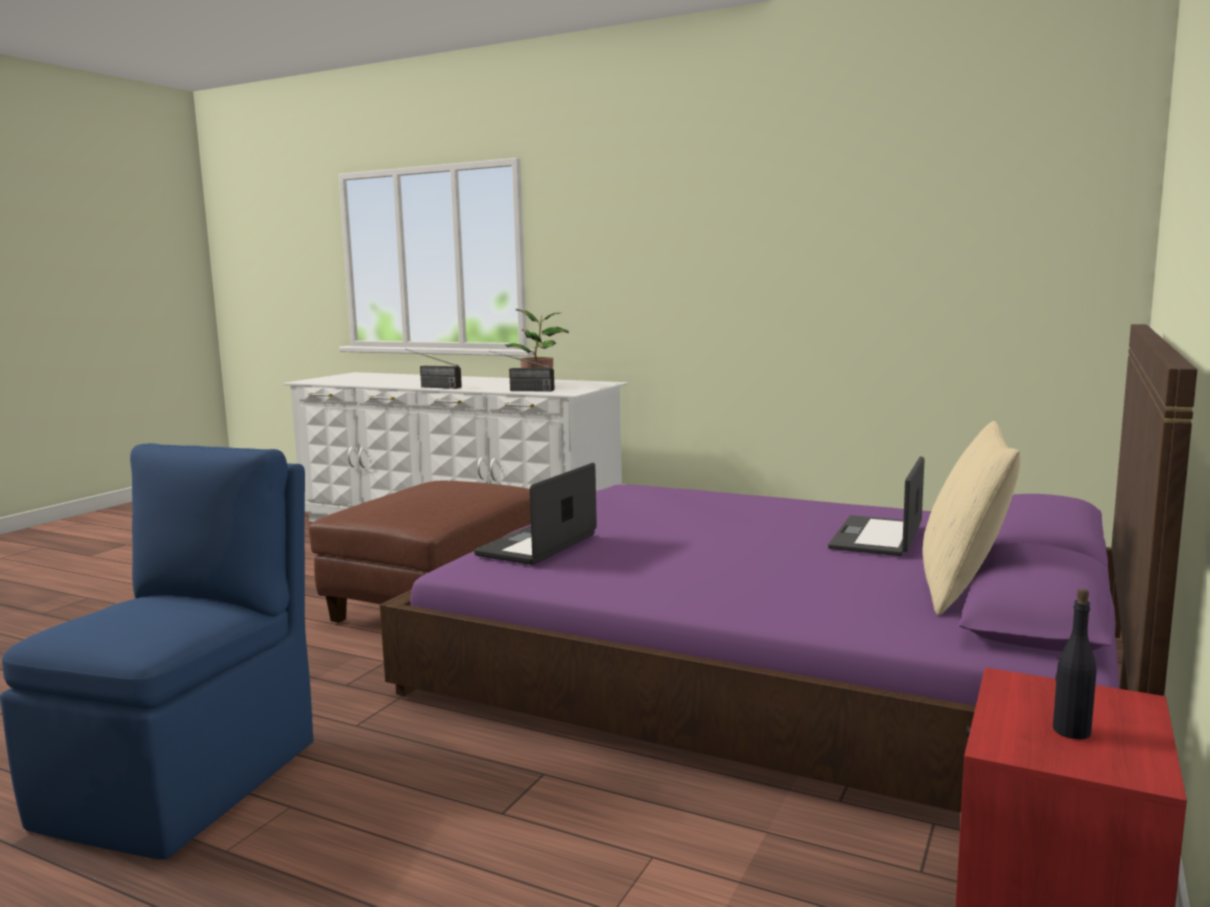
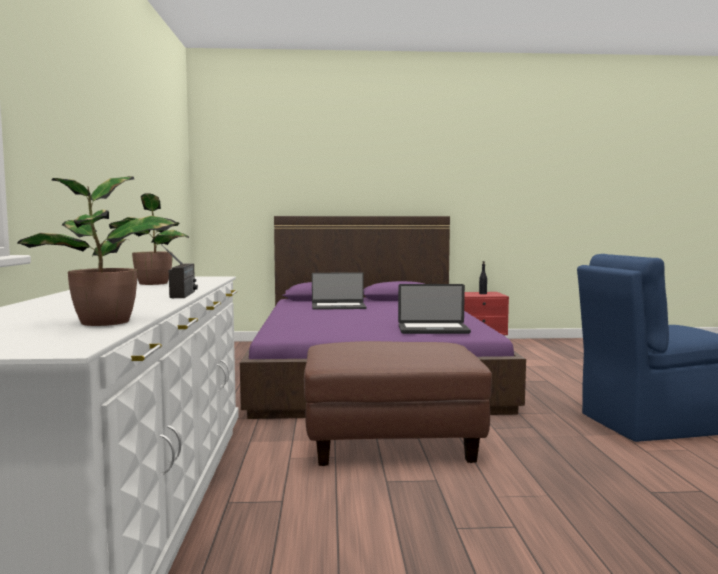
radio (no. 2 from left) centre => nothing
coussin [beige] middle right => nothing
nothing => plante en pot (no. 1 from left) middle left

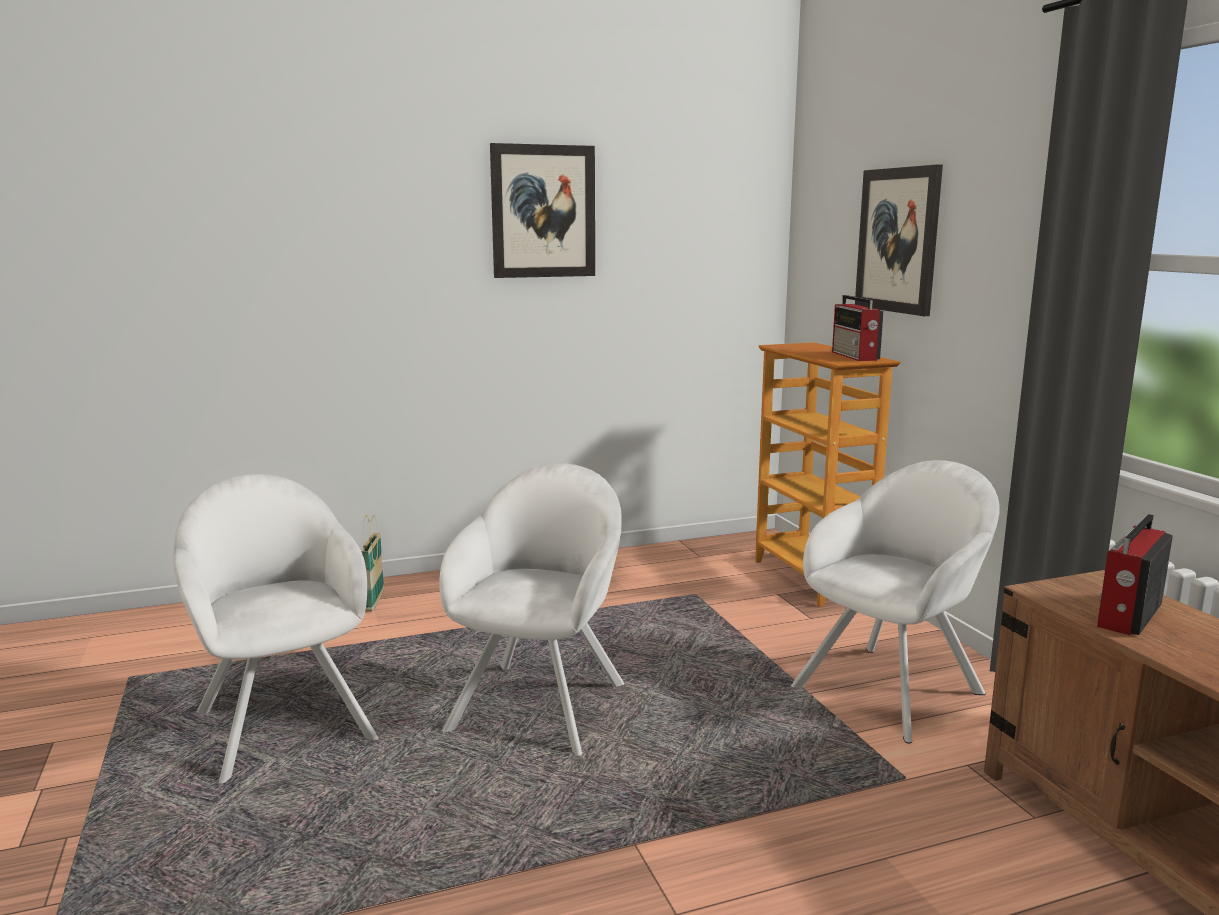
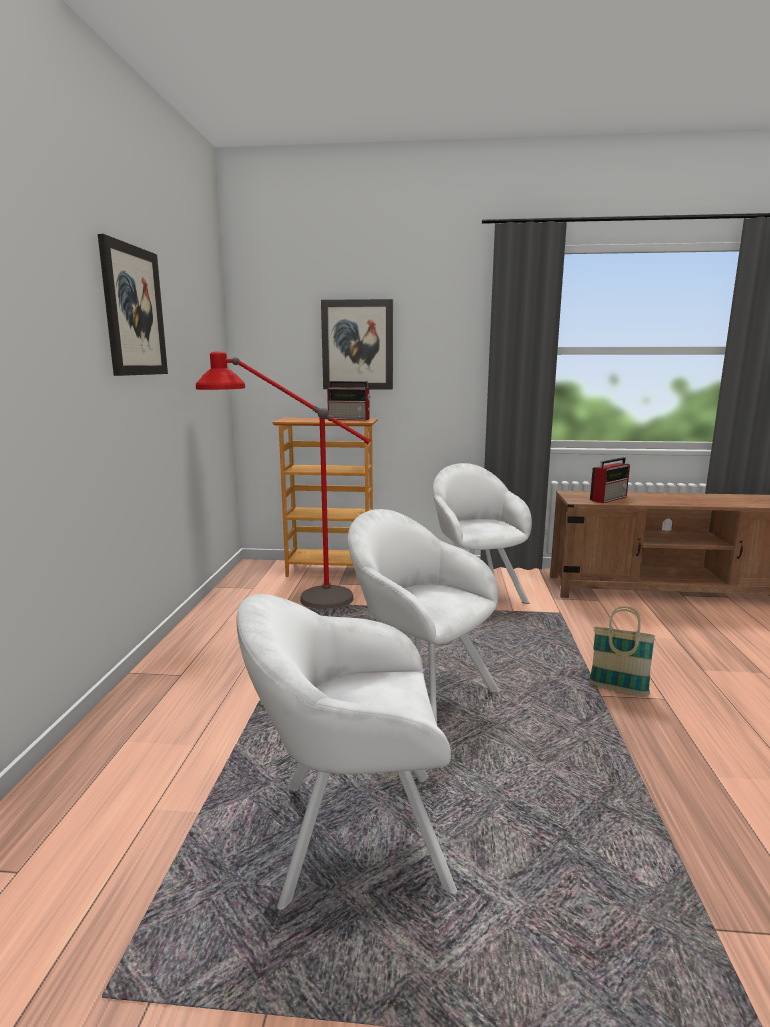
nothing => lampadaire [rouge] centre
panier middle left => panier middle right, shifted
radio (no. 2 from left) middle right, 105 degrees counterclockwise

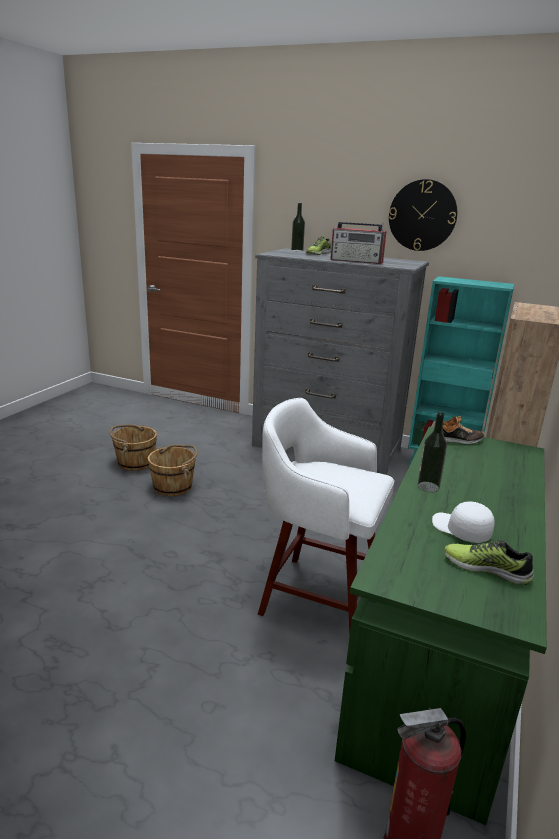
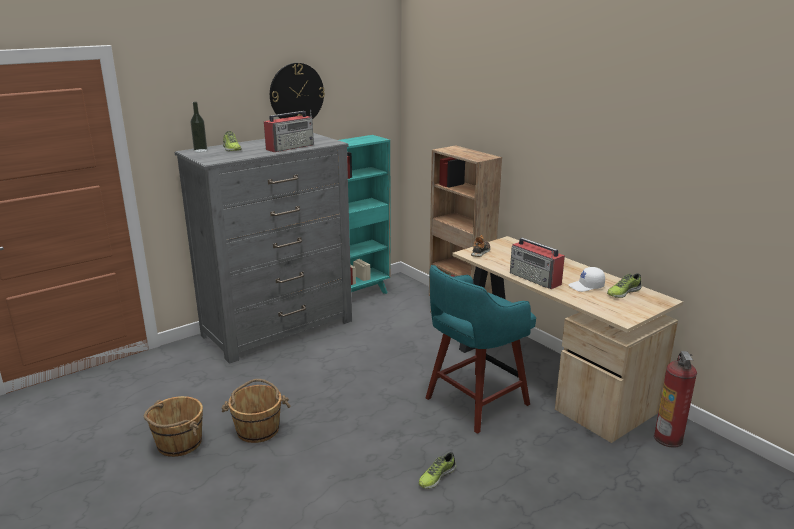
nothing => chaussure (no. 2 from left) bottom centre
bouteille (no. 2 from left) middle right => radio (no. 2 from left) middle right
tabouret [blanc] centre => tabouret [turquoise] centre
bureau [vert] bottom right => bureau [beige] middle right

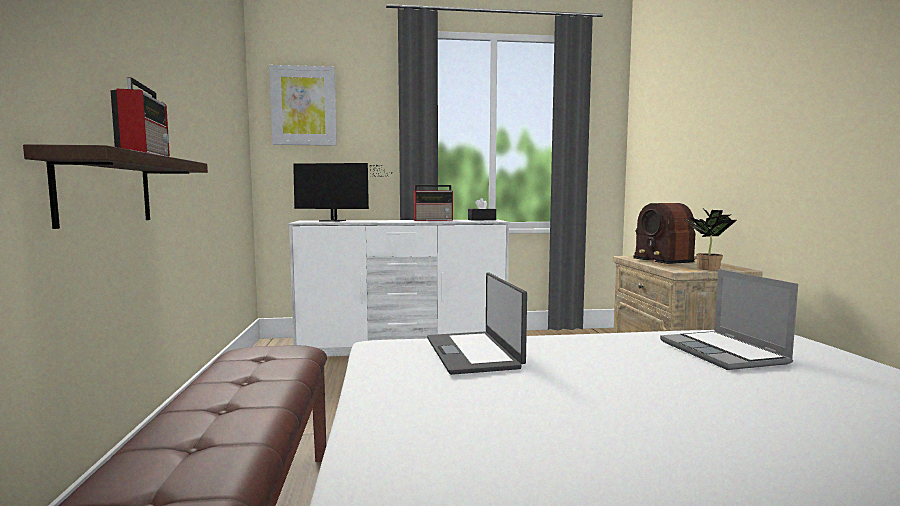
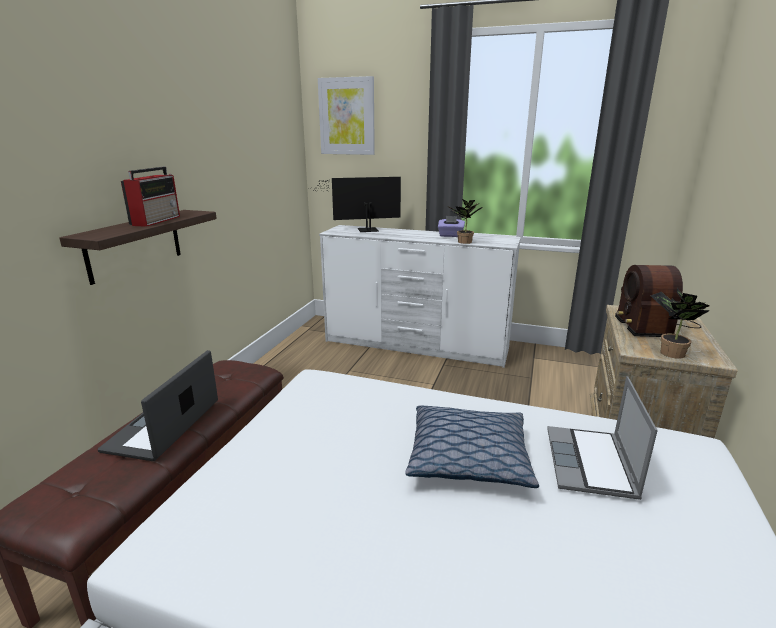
boîte à mouchoirs [noir] centre => nothing
nothing => coussin bottom centre
nothing => plante en pot (no. 1 from left) centre
ordinateur portable (no. 1 from left) centre => ordinateur portable (no. 1 from left) middle left, shifted
radio (no. 2 from left) centre => boîte à mouchoirs [violet] centre
écran d'ordinateur centre => écran d'ordinateur top centre, 135 degrees clockwise

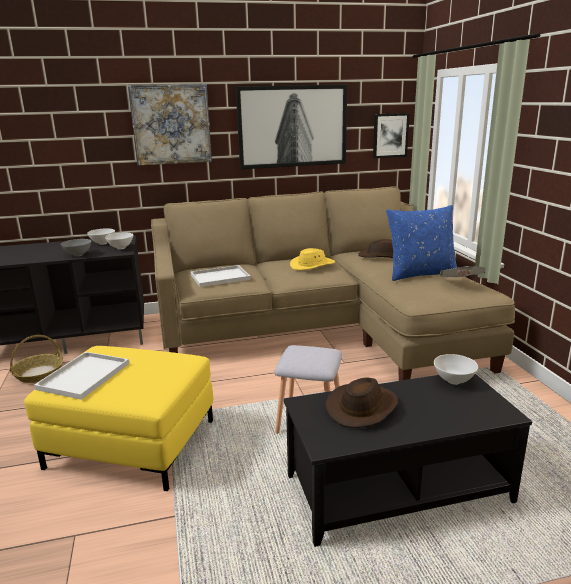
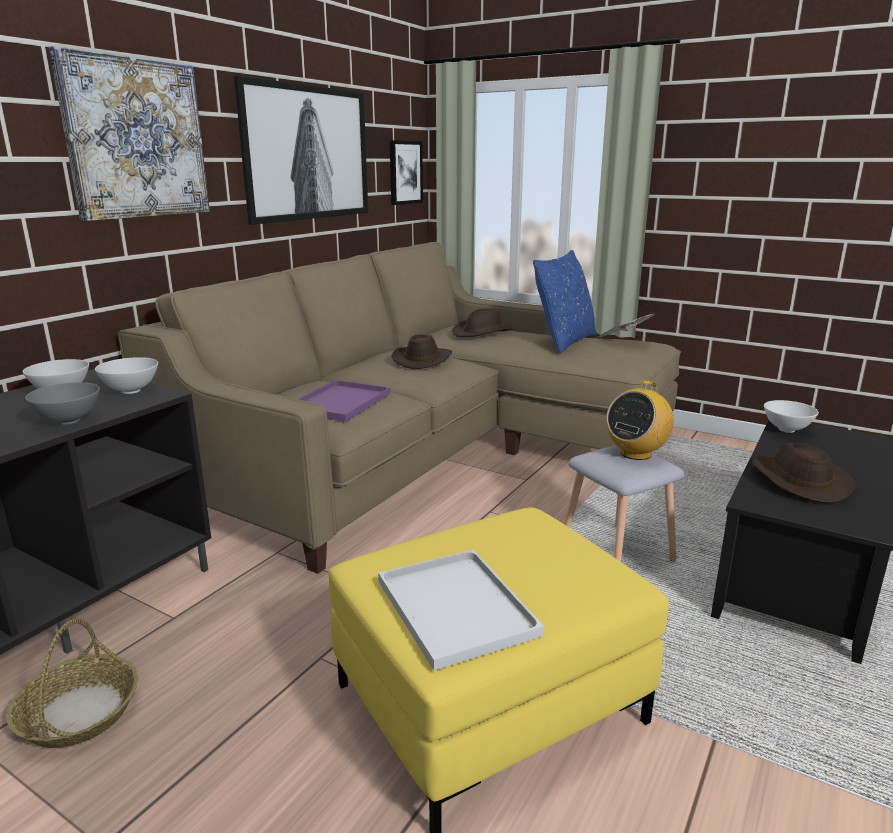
nothing => radio middle right
plateau [blanc] (no. 2 from left) centre => plateau [violet] centre
chapeau [jaune] centre => chapeau [marron] (no. 1 from left) centre

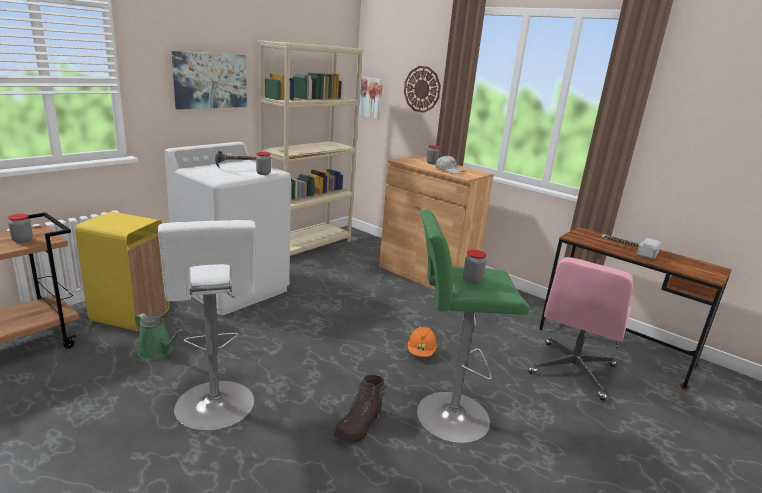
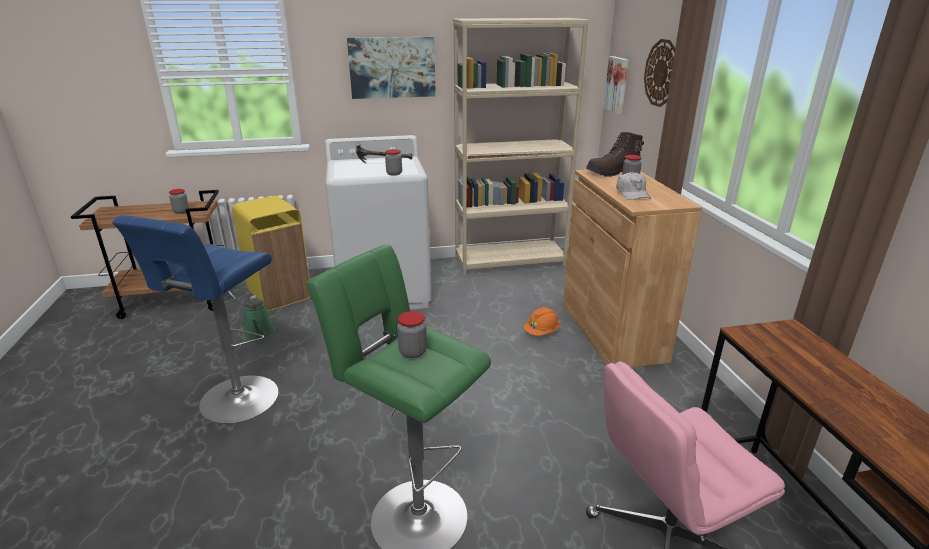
marteau (no. 2 from left) middle right => nothing
botte [marron] bottom centre => botte [marron] top centre, shifted
casque de chantier [orange] bottom centre => casque de chantier [orange] centre, shifted
tabouret [blanc] middle left => tabouret [bleu] middle left

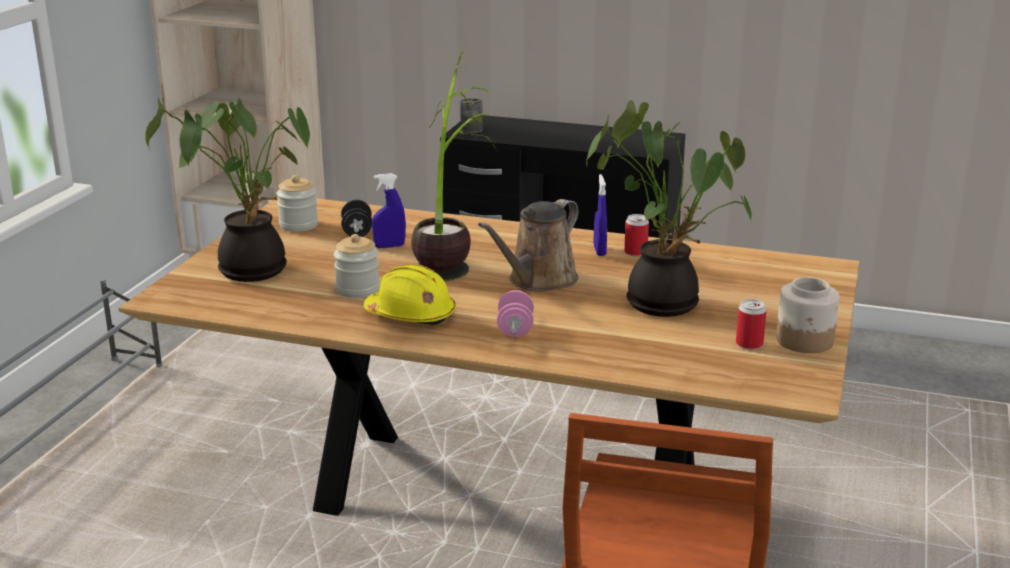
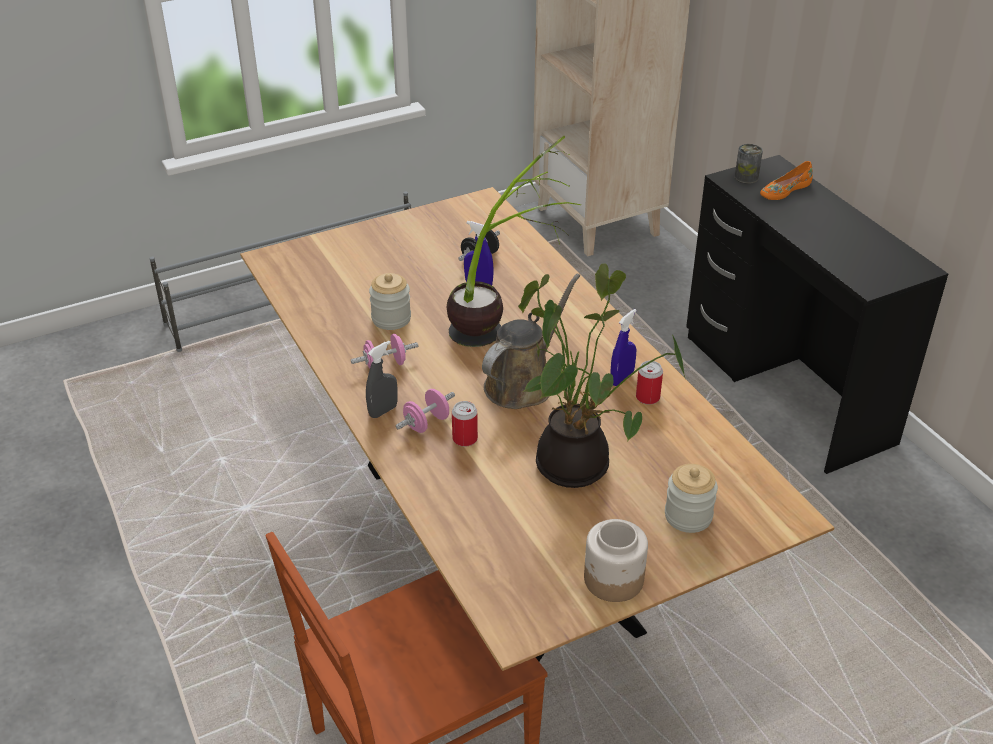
plante en pot (no. 1 from left) top left => nothing
nothing => vaporisateur [gris] centre
nothing => chaussure [orange] top right
bocal (no. 1 from left in the first image) middle left => bocal (no. 3 from left) bottom right, shifted
boîte métallique (no. 3 from left in the first image) middle right => boîte métallique (no. 1 from left) centre, shifted
casque de chantier [jaune] centre => haltère [rose] (no. 1 from left) centre
arrosoir [marron] centre, 135 degrees clockwise

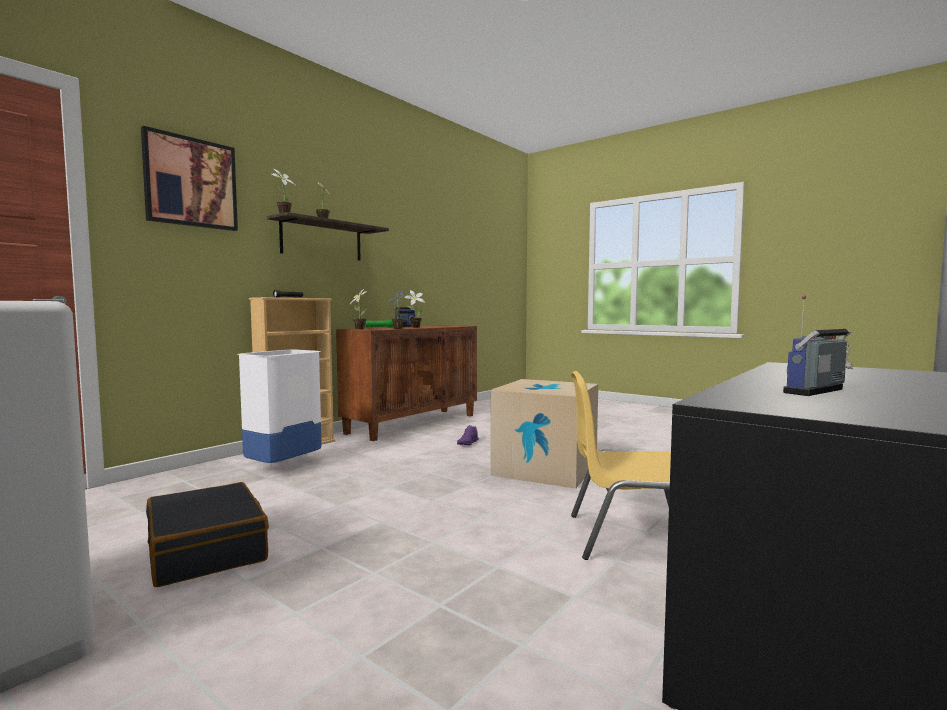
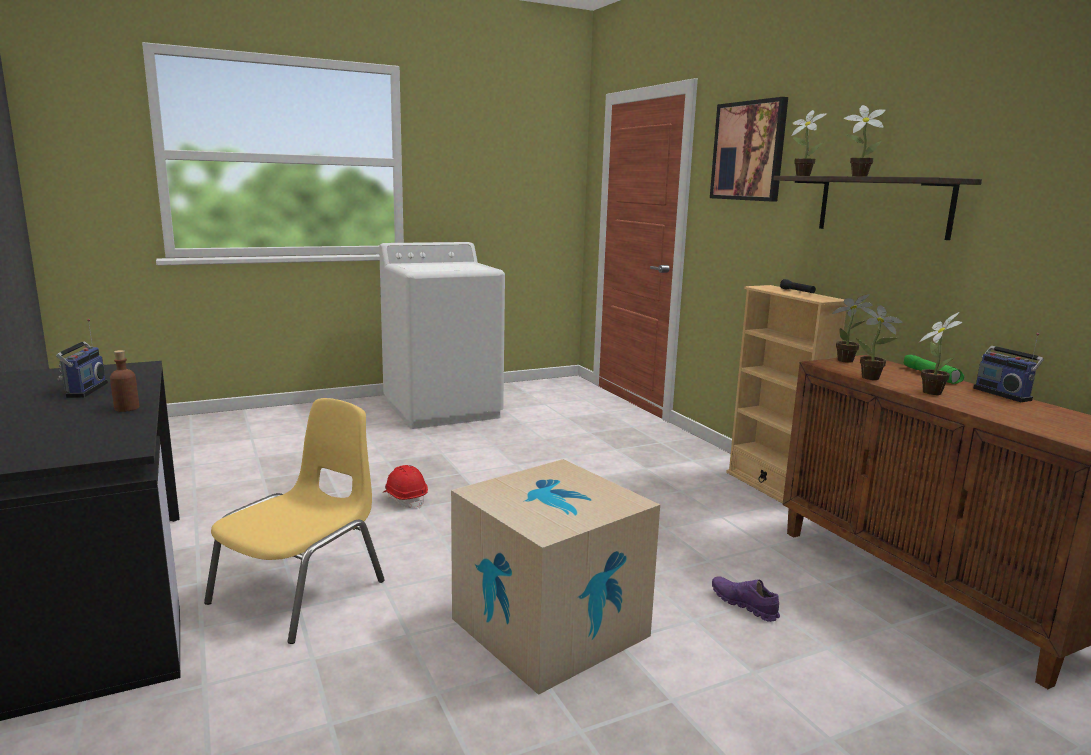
valise [noir] bottom left => nothing
poubelle [blanc] middle left => nothing
nothing => bouteille [marron] middle left
nothing => casque de chantier [rouge] centre

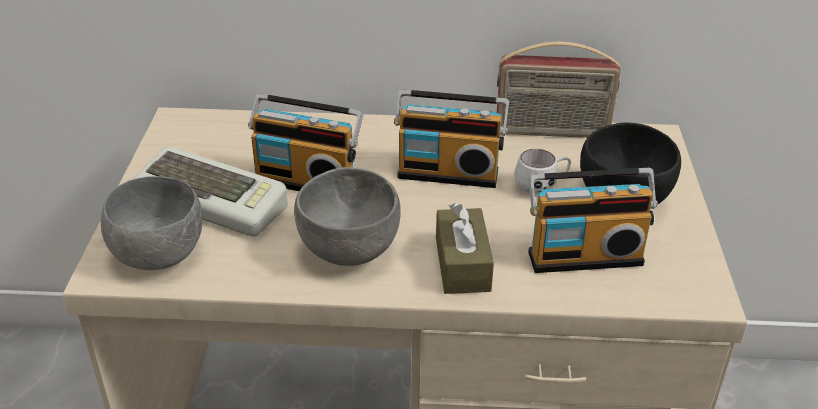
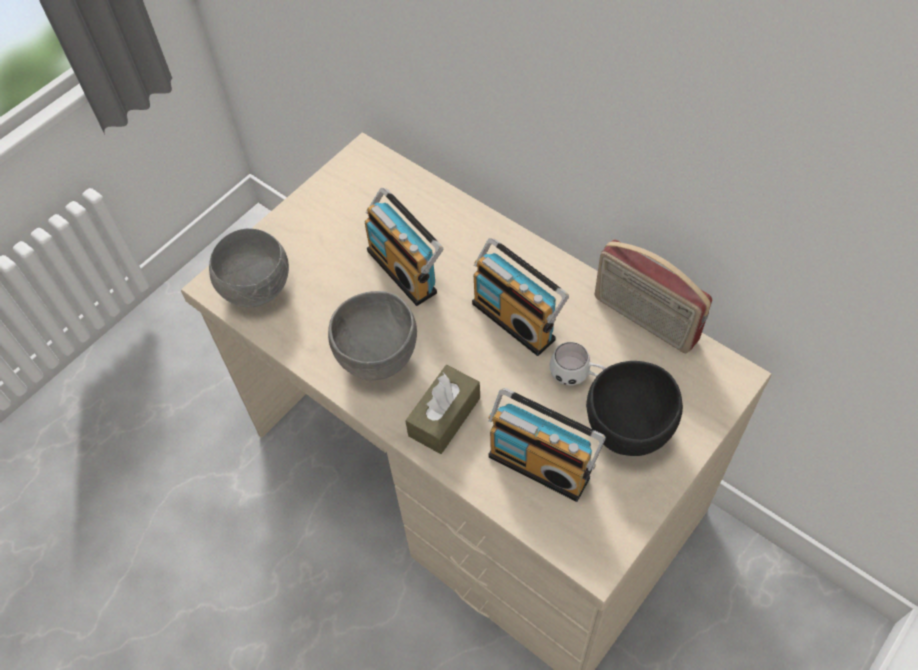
clavier middle left => nothing

